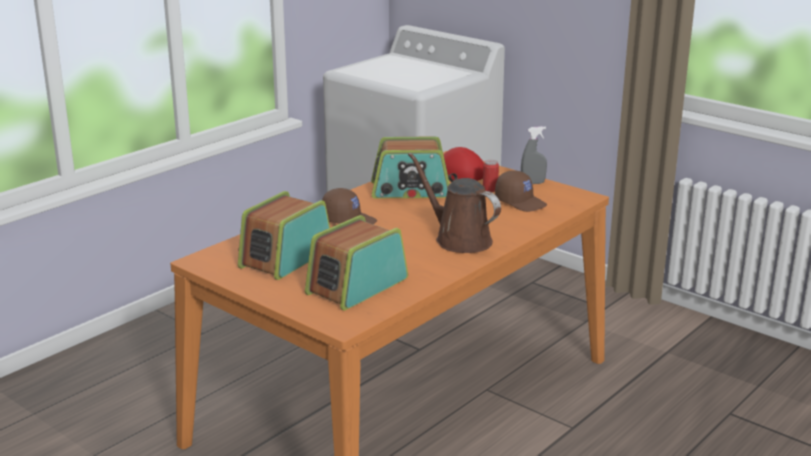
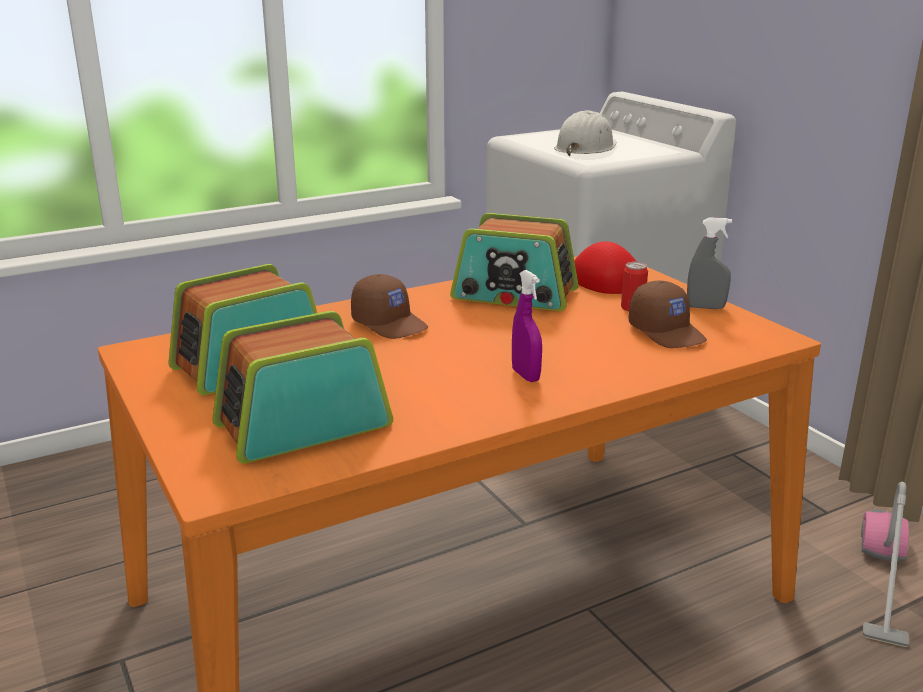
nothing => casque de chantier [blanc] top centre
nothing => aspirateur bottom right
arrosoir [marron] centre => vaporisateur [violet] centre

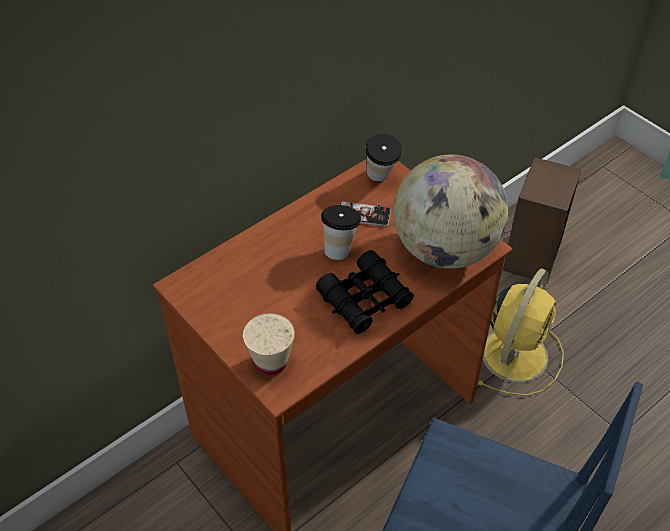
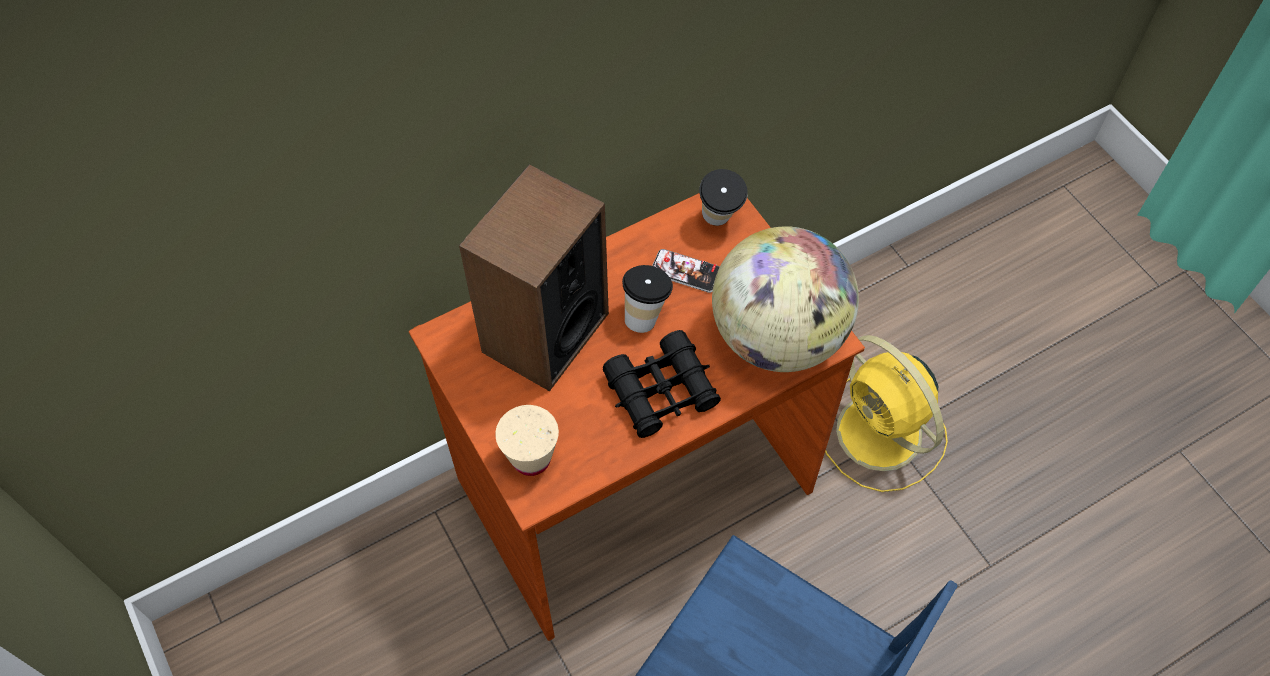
enceinte middle right => enceinte centre, shifted
ventilateur [jaune] middle right, 105 degrees clockwise

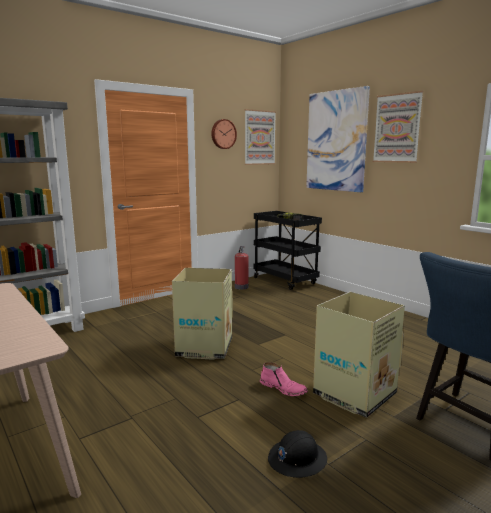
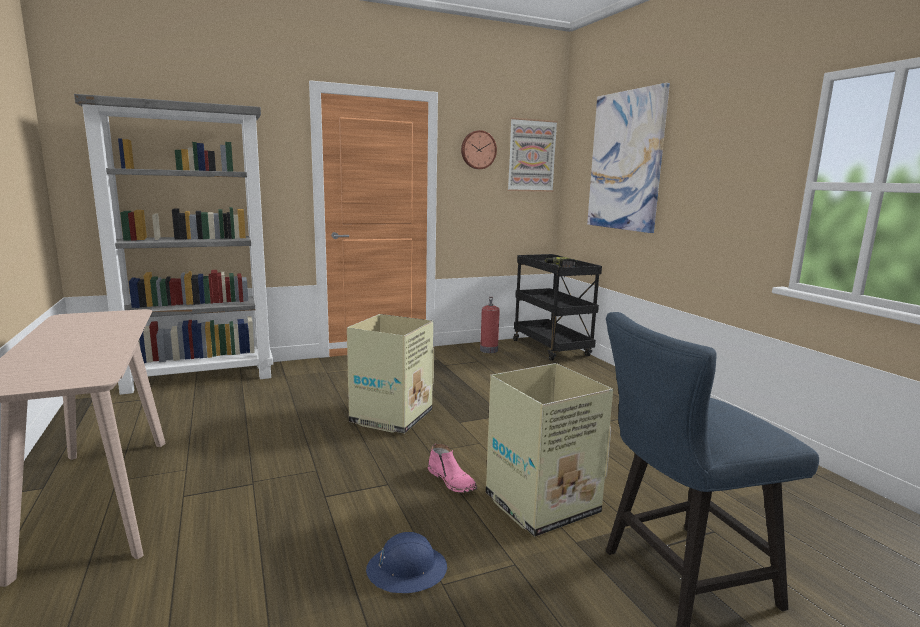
tableau (no. 3 from left) top right => nothing
casque de chantier [noir] bottom centre => casque de chantier [bleu] bottom centre

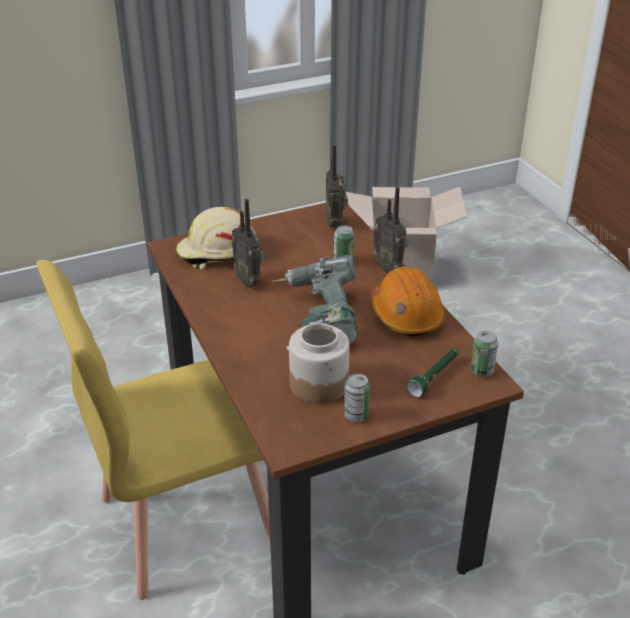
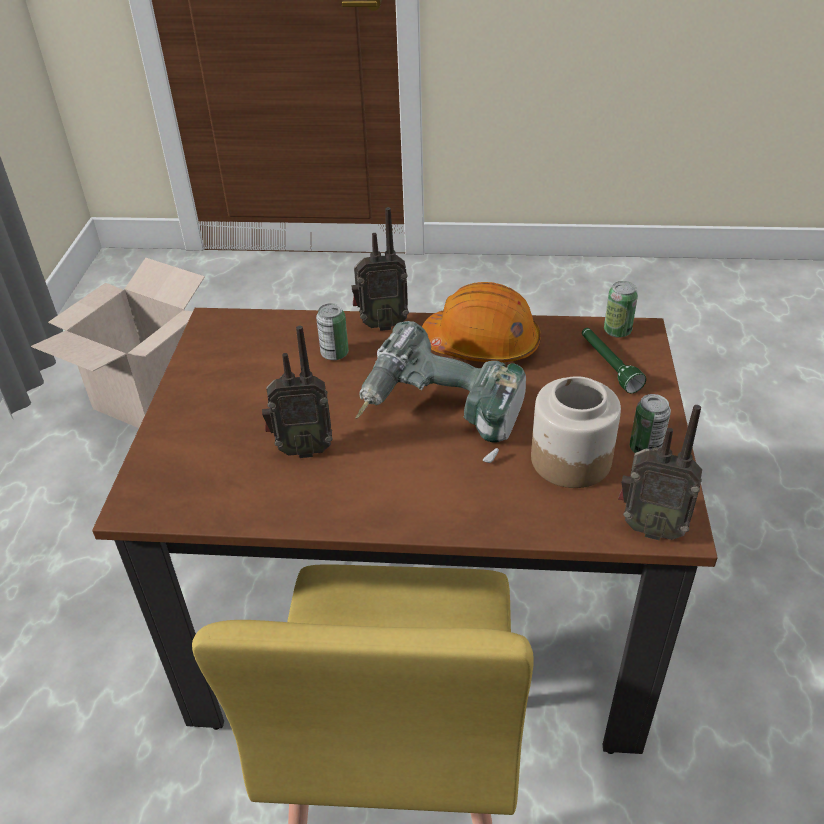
casque de chantier [beige] centre => nothing
radio (no. 2 from left in the first image) top centre => radio (no. 3 from left) middle right, shifted

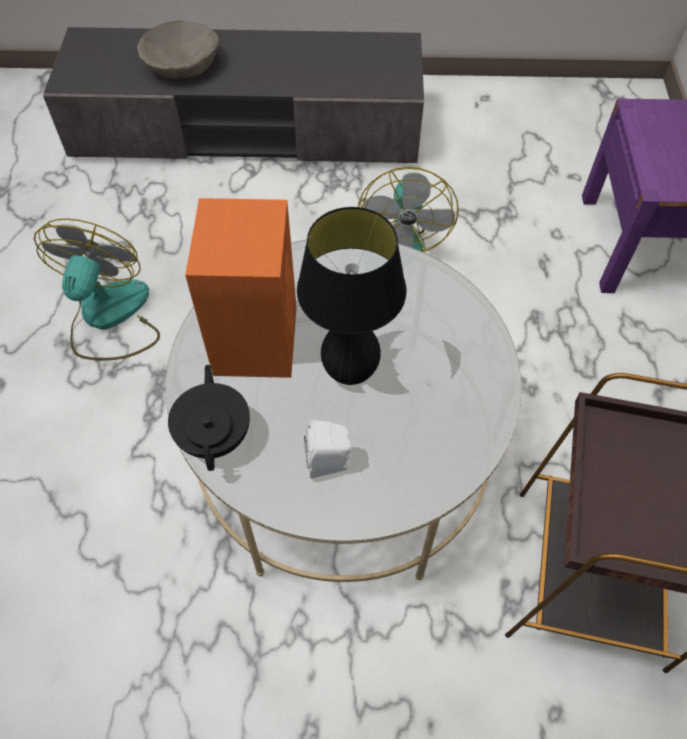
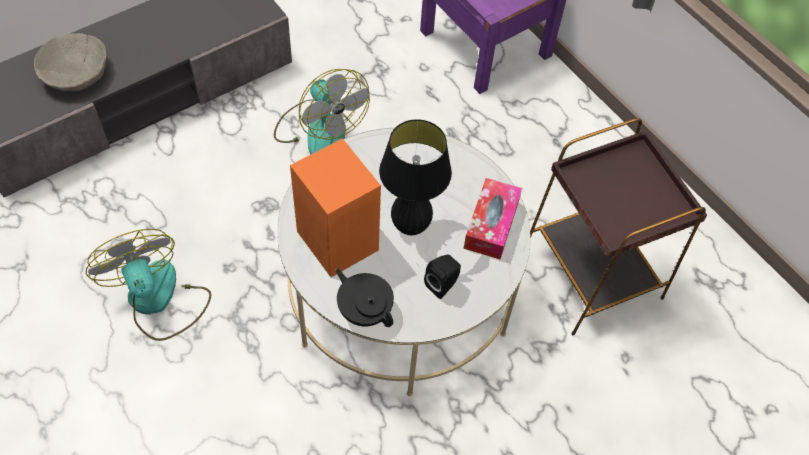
nothing => boîte à mouchoirs centre
enceinte [blanc] centre => enceinte [noir] centre

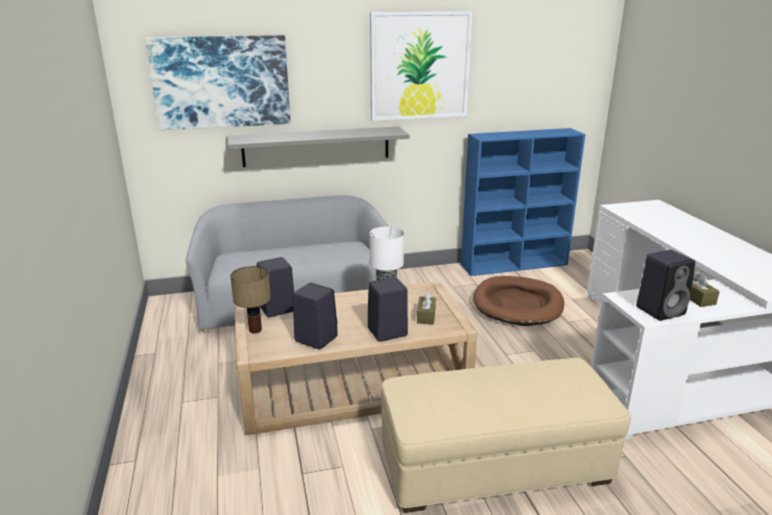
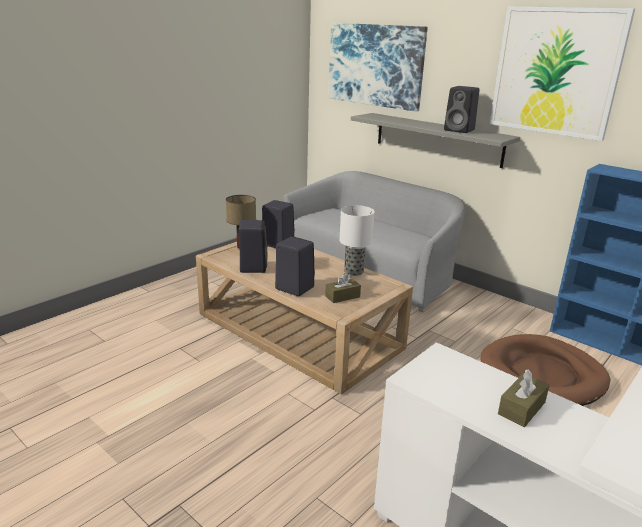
pouf [beige] bottom centre => nothing
enceinte [noir] (no. 4 from left) middle right => enceinte [noir] (no. 4 from left) top right, shifted

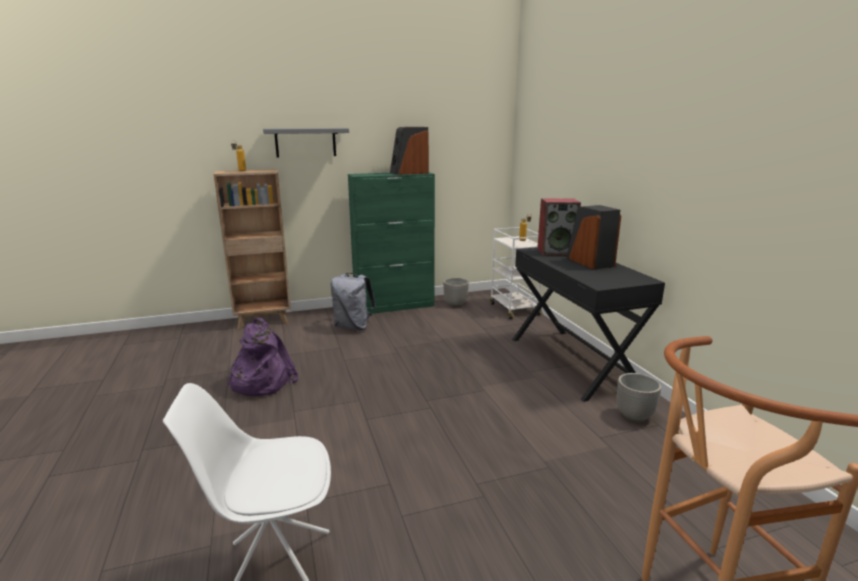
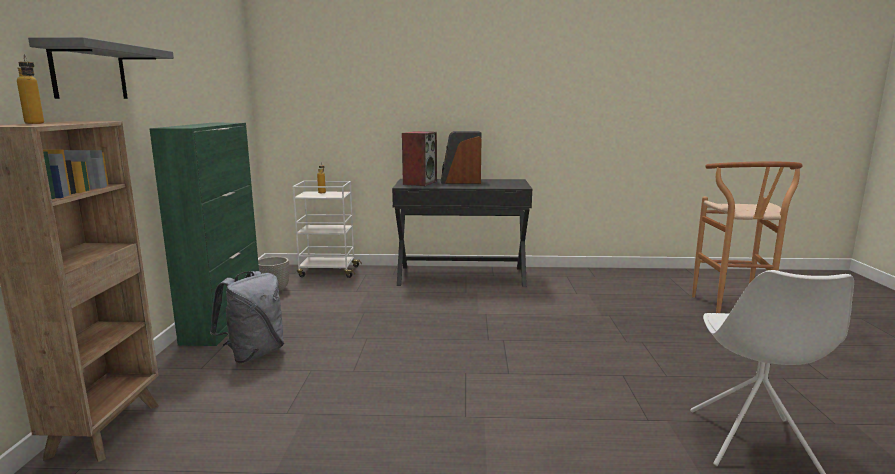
sac à dos [violet] middle left => nothing
enceinte (no. 1 from left) top centre => nothing
cache-pot (no. 2 from left) bottom right => nothing

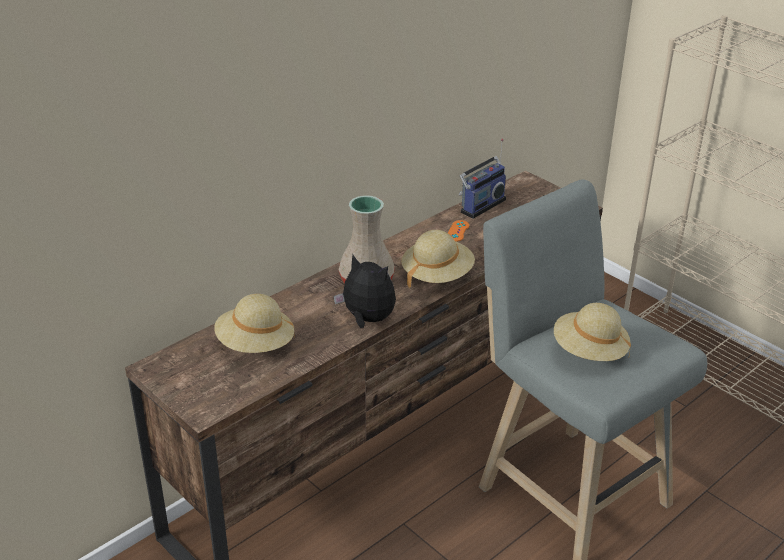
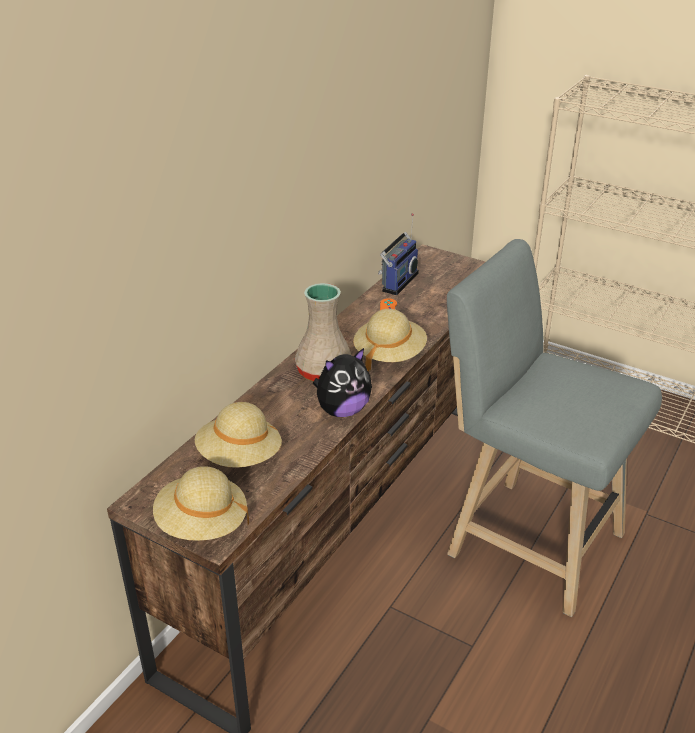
chapeau [beige] (no. 3 from left in the first image) middle right => chapeau [beige] (no. 1 from left) bottom left, shifted
peluche centre, 135 degrees clockwise

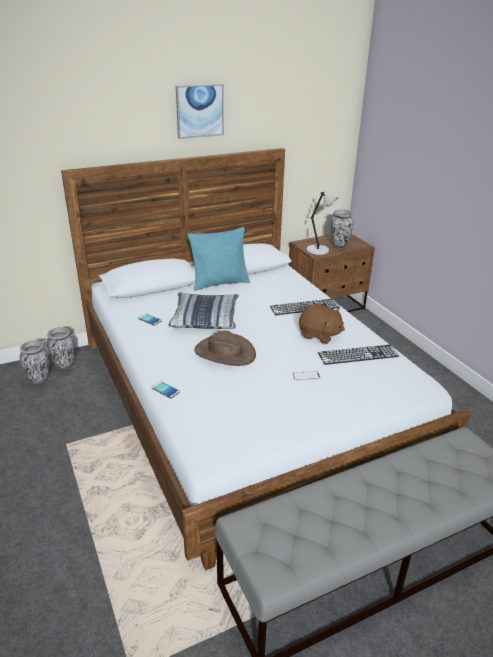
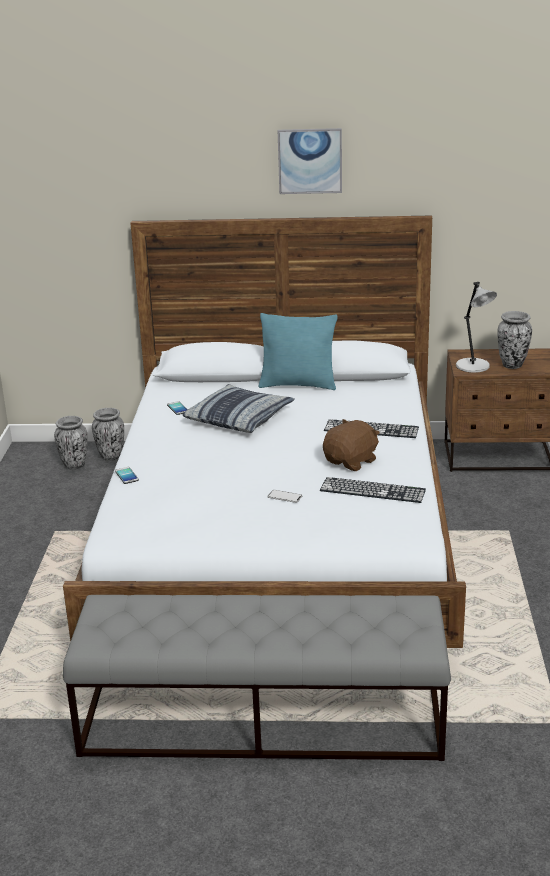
chapeau [marron] centre => nothing
peluche [marron] centre, 105 degrees counterclockwise

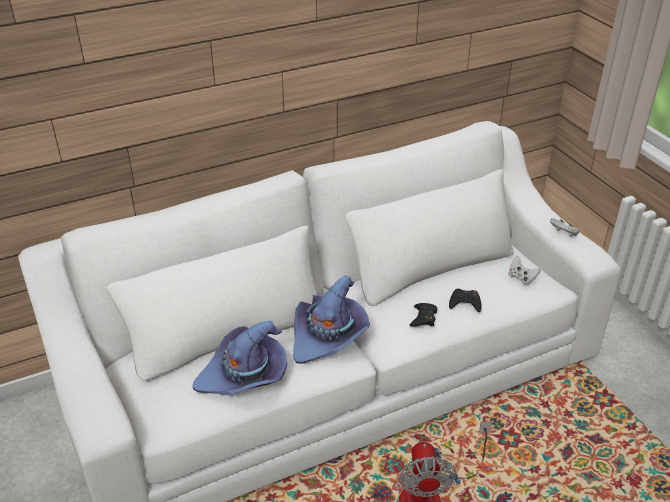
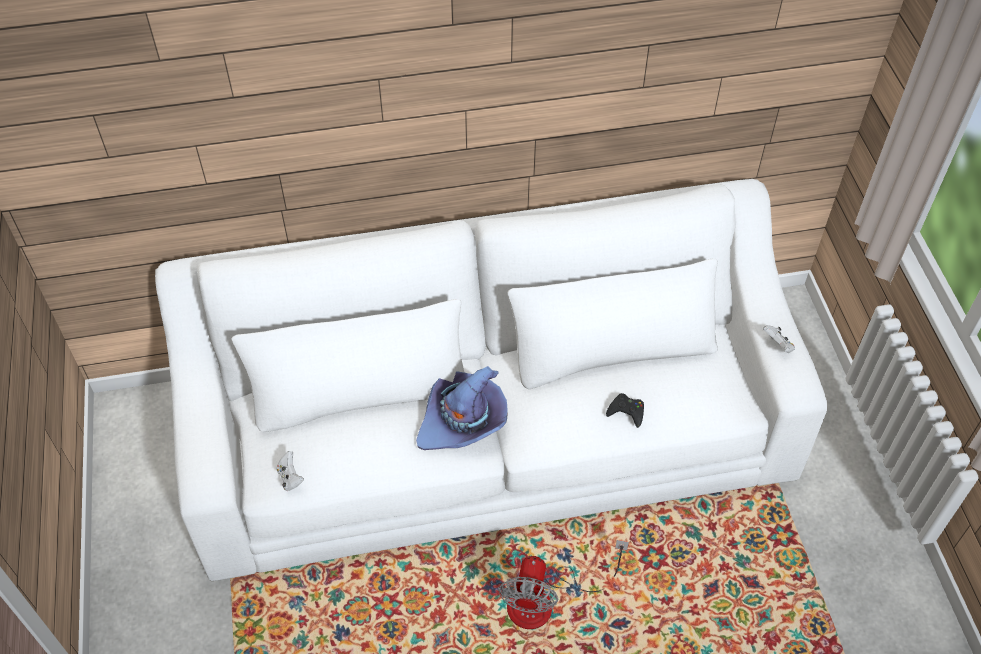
chapeau [violet] (no. 1 from left) bottom centre => nothing
manette [noir] (no. 1 from left) centre => nothing
manette [blanc] (no. 1 from left) middle right => manette [blanc] (no. 1 from left) bottom left, shifted

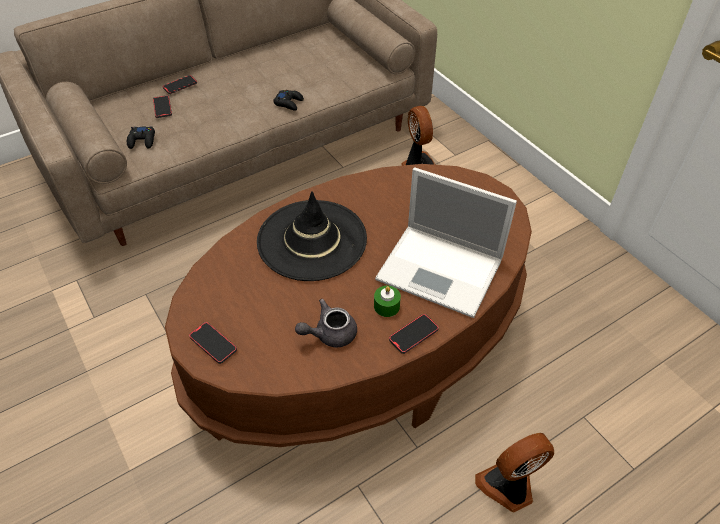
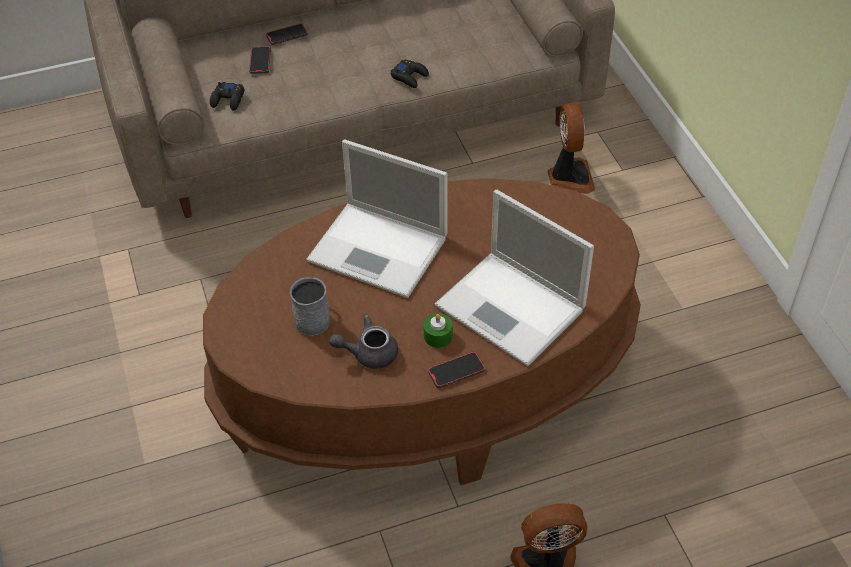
téléphone (no. 3 from left) middle left => nothing
nothing => mug [gris] centre
chapeau [noir] centre => ordinateur portable (no. 1 from left) centre

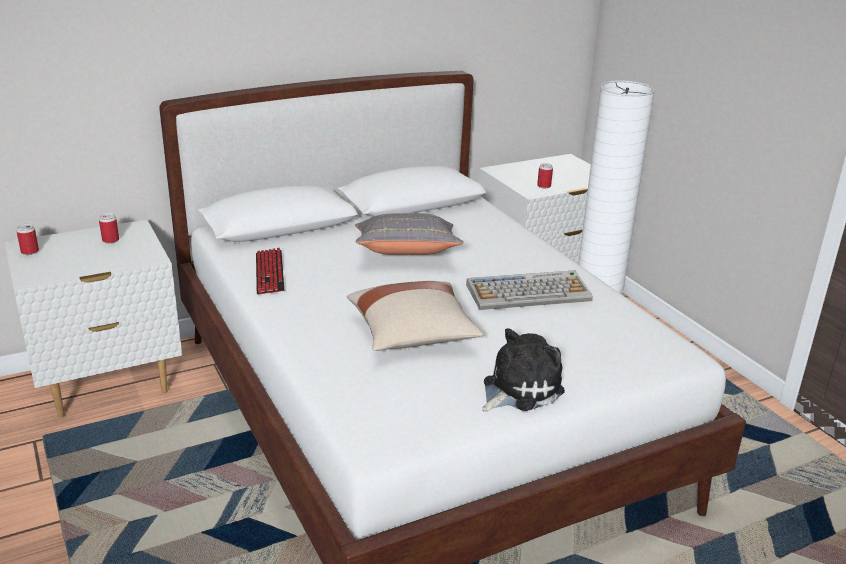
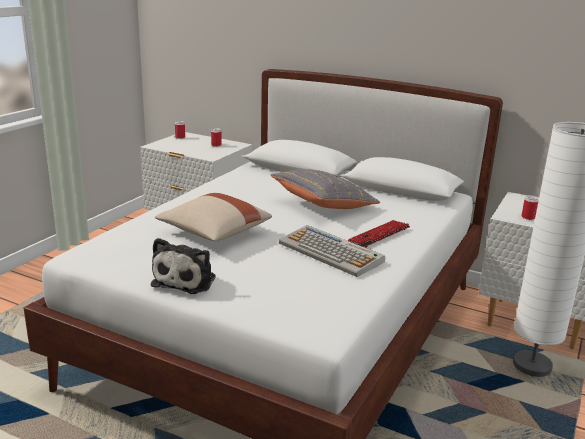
clavier (no. 1 from left in the first image) middle left => clavier (no. 2 from left) centre, shifted
peluche centre => peluche middle left, 90 degrees clockwise

